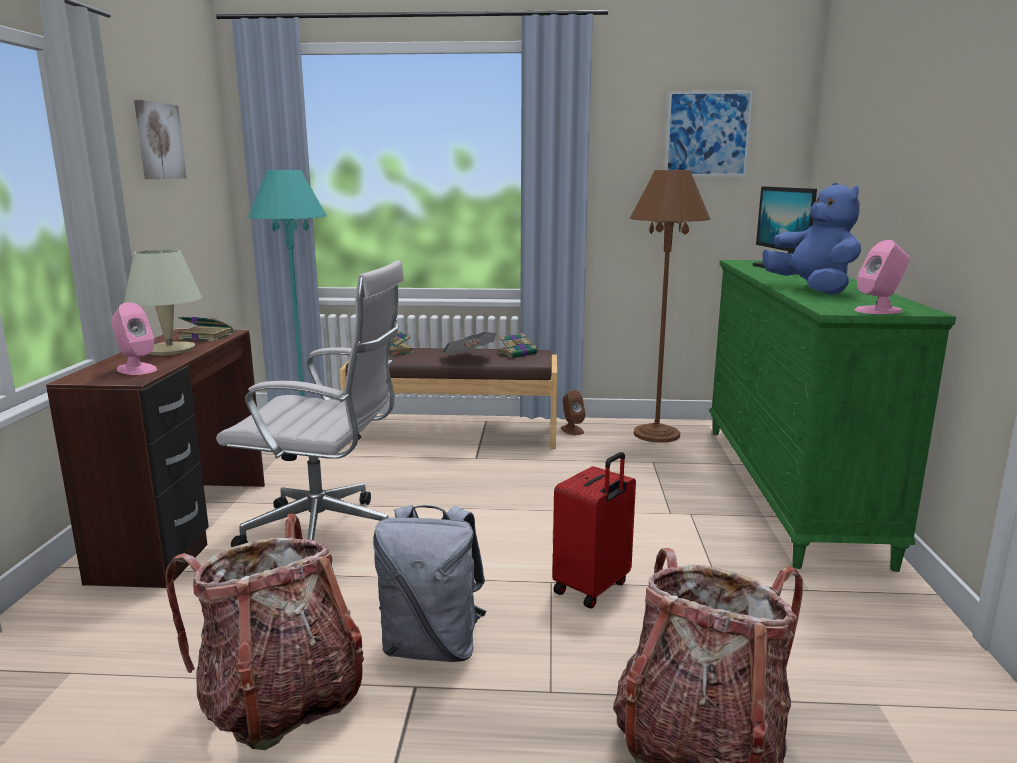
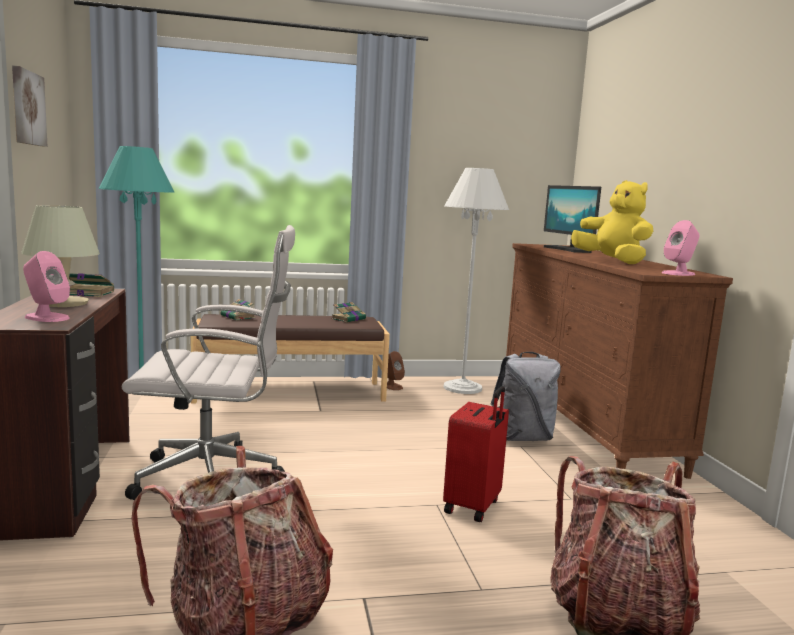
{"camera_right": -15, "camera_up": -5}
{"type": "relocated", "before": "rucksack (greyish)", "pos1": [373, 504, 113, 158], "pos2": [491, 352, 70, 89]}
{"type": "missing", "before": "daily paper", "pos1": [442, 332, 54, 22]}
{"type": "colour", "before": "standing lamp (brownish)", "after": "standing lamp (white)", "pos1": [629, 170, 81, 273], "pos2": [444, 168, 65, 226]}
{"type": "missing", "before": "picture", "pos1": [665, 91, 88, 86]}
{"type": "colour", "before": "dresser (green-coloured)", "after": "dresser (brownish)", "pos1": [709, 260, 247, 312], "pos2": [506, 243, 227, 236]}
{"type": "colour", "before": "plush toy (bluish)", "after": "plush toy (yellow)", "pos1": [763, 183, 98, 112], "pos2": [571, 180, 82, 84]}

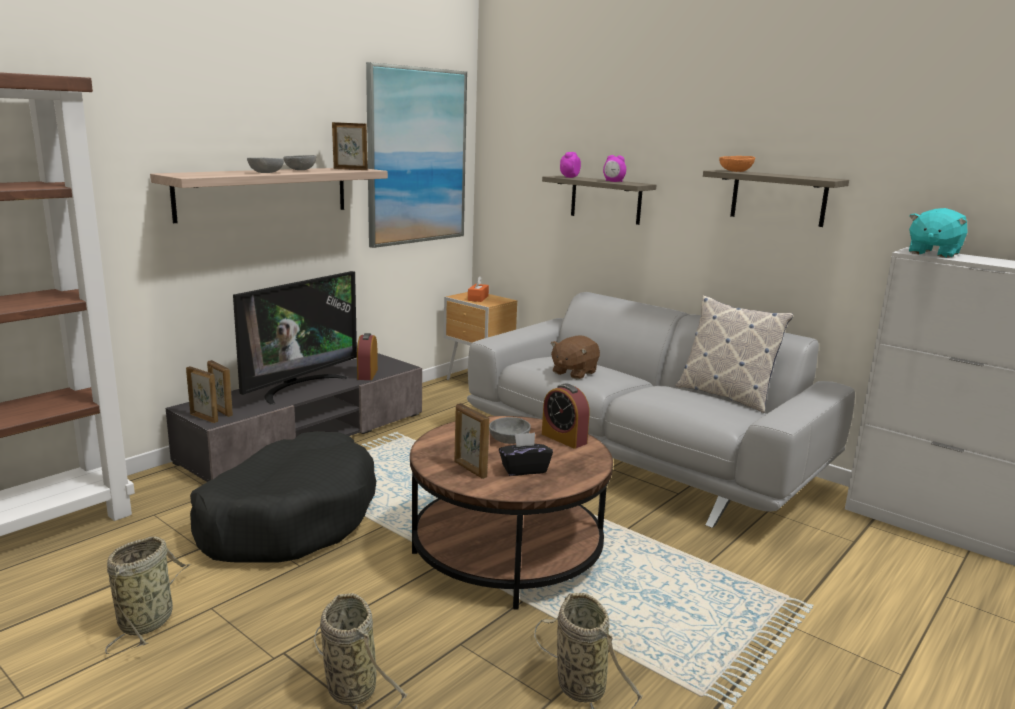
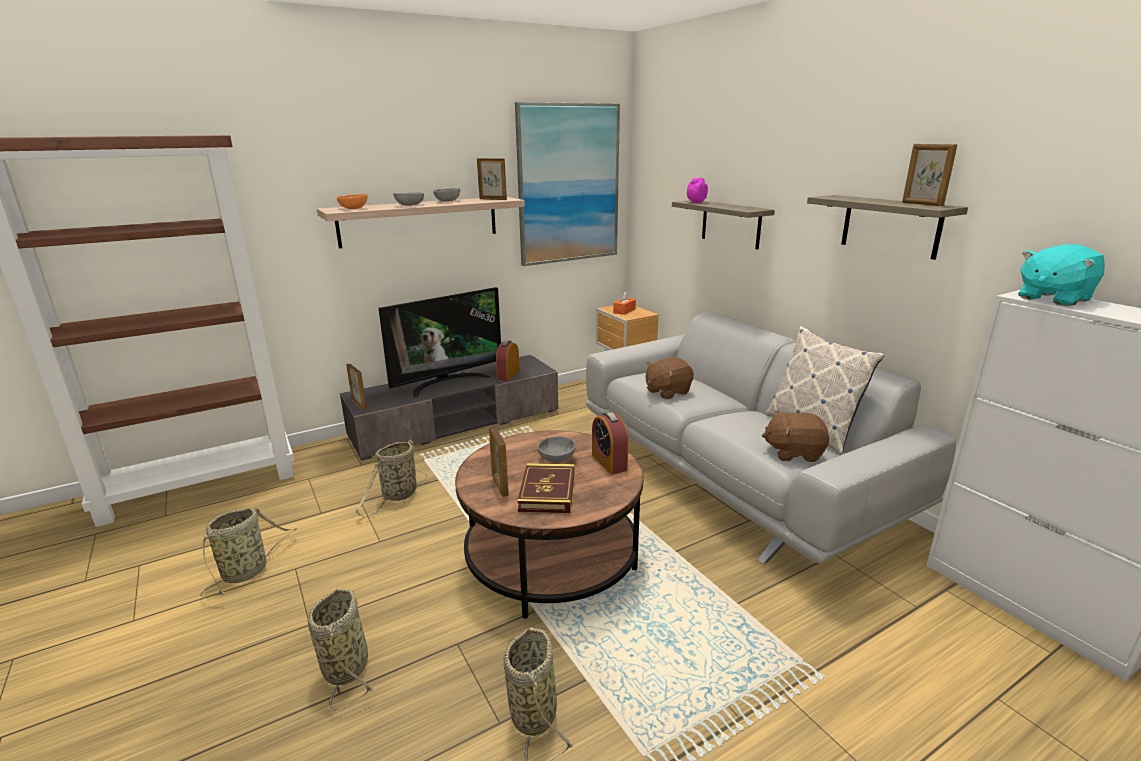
{"camera_right": 20, "camera_up": 5}
{"type": "exchanged", "before": "dog cushion (black)", "after": "basket", "pos1": [190, 431, 186, 131], "pos2": [355, 439, 73, 78]}
{"type": "relocated", "before": "picture frame", "pos1": [207, 360, 26, 57], "pos2": [902, 144, 55, 62]}
{"type": "exchanged", "before": "tissue box (black)", "after": "volume", "pos1": [499, 433, 54, 43], "pos2": [517, 463, 57, 50]}
{"type": "missing", "before": "table clock", "pos1": [603, 155, 23, 27]}
{"type": "relocated", "before": "deep dish (orange-coloured)", "pos1": [719, 156, 36, 16], "pos2": [337, 194, 30, 15]}
{"type": "appeared", "after": "plush toy (brownish)", "pos2": [762, 410, 67, 52]}

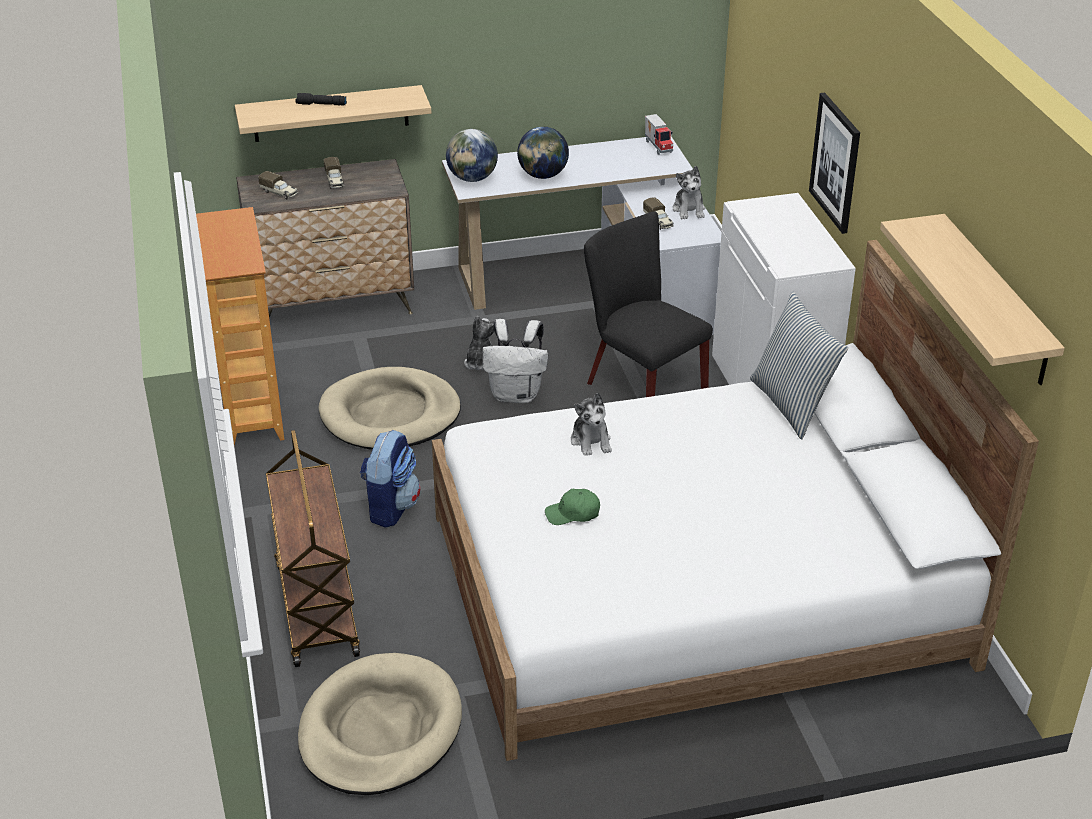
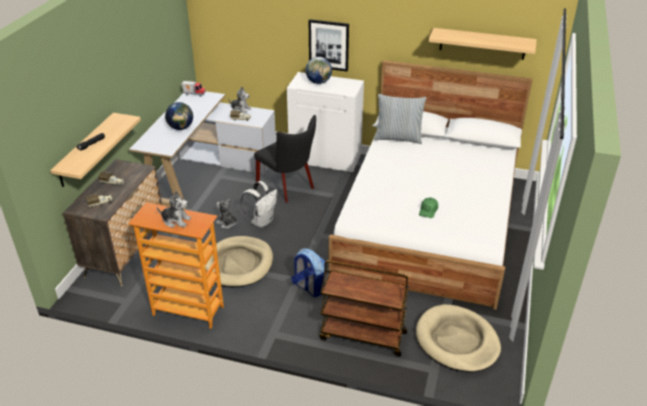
{"camera_right": -60, "camera_up": 0}
{"type": "relocated", "before": "globe", "pos1": [446, 129, 52, 53], "pos2": [306, 57, 26, 27]}
{"type": "relocated", "before": "plush toy", "pos1": [571, 393, 41, 63], "pos2": [157, 191, 34, 37]}
{"type": "spun", "before": "plain chair (black)", "pos1": [584, 211, 129, 186], "pos2": [254, 115, 62, 88], "turn": -120}

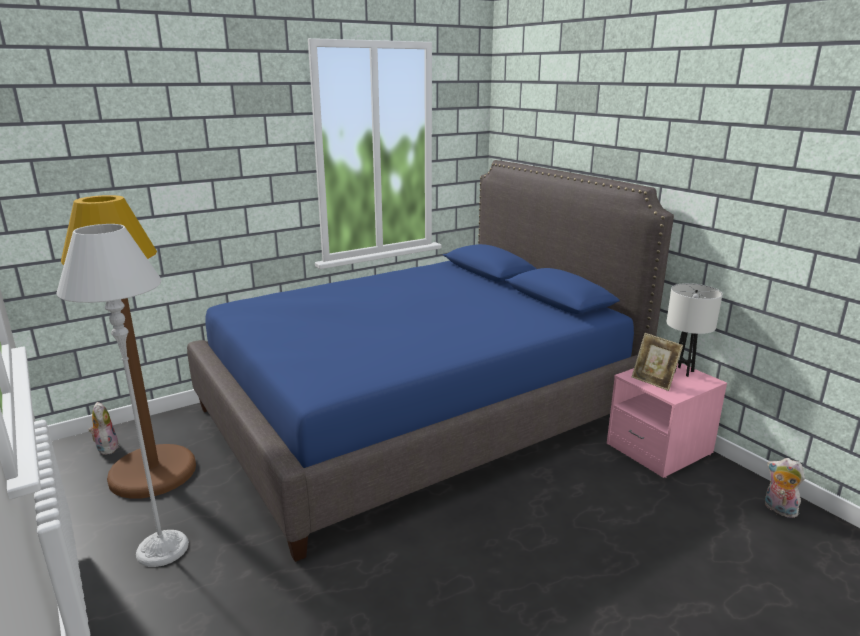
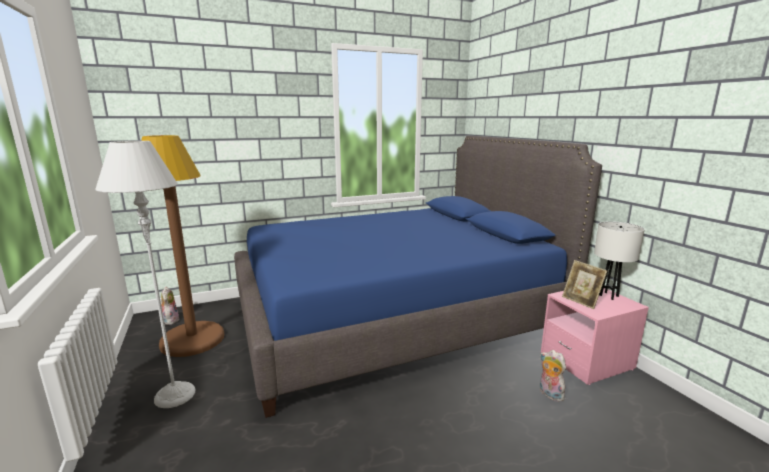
{"camera_right": 10, "camera_up": -5}
{"type": "relocated", "before": "plush toy", "pos1": [765, 458, 40, 60], "pos2": [540, 350, 27, 52]}

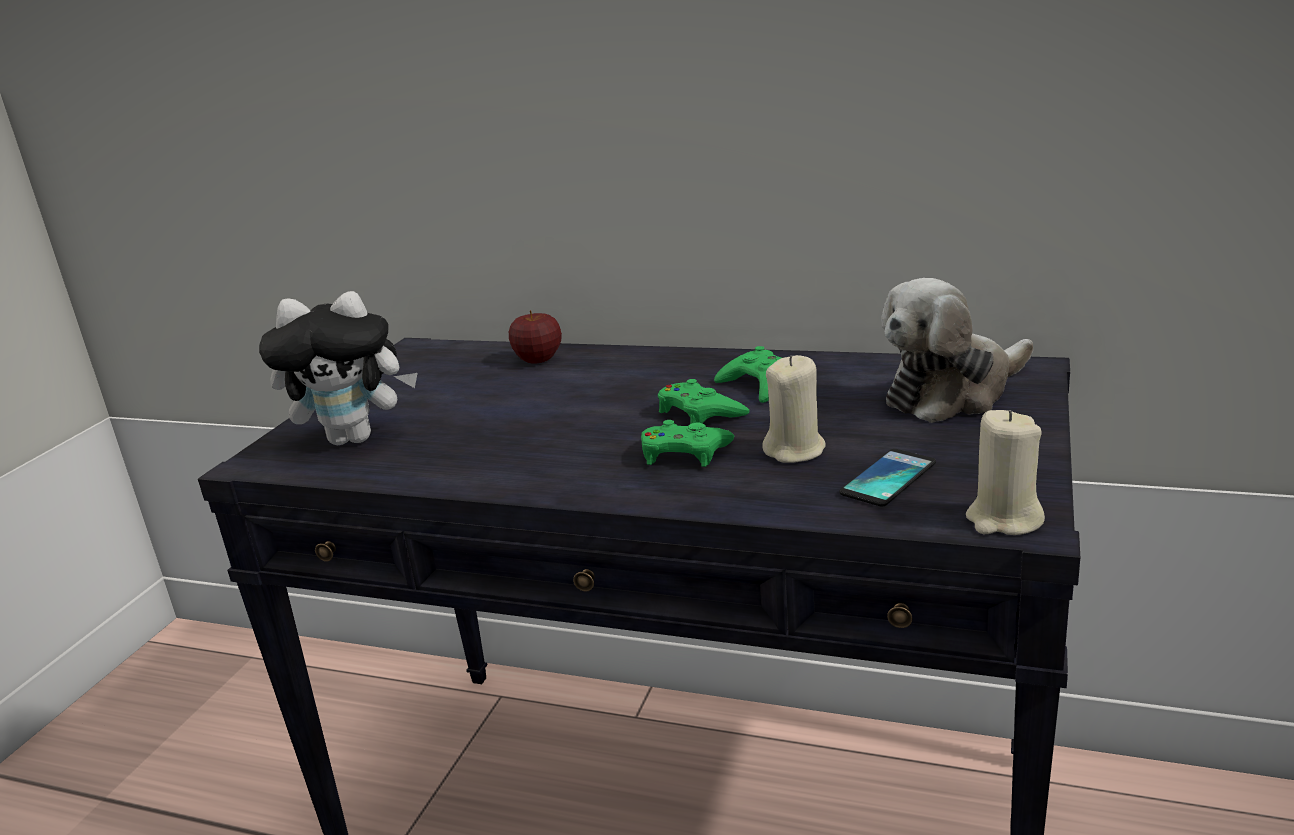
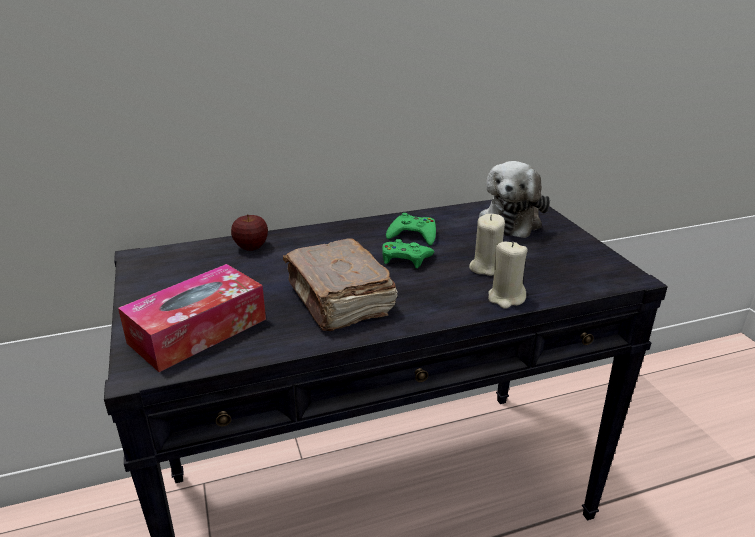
{"camera_right": -40, "camera_up": 5}
{"type": "exchanged", "before": "plush toy", "after": "tissue box", "pos1": [259, 291, 158, 154], "pos2": [118, 264, 148, 108]}
{"type": "missing", "before": "joypad (green-coloured)", "pos1": [641, 420, 94, 47]}
{"type": "missing", "before": "handset", "pos1": [839, 449, 97, 58]}
{"type": "relocated", "before": "wax light (sand-coloured)", "pos1": [966, 410, 79, 125], "pos2": [488, 241, 40, 68]}
{"type": "appeared", "after": "volume (brownish)", "pos2": [283, 239, 115, 92]}

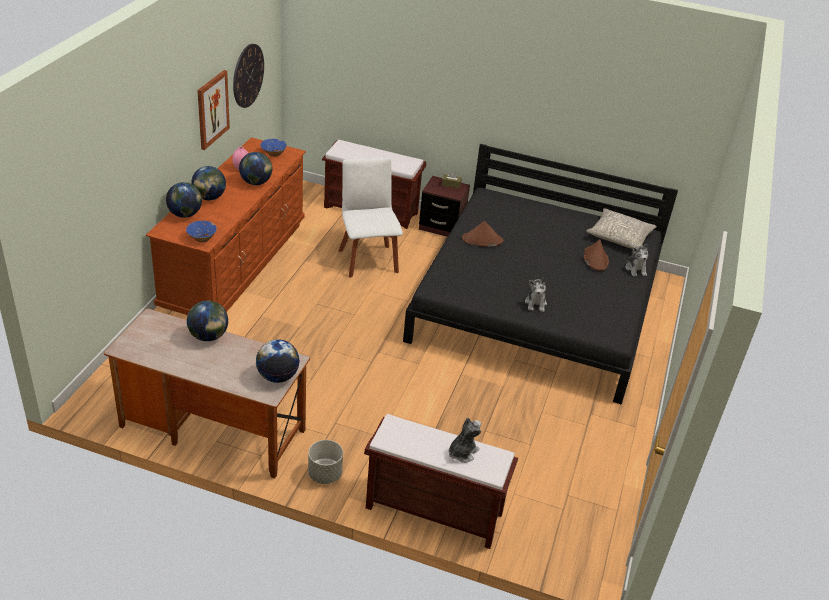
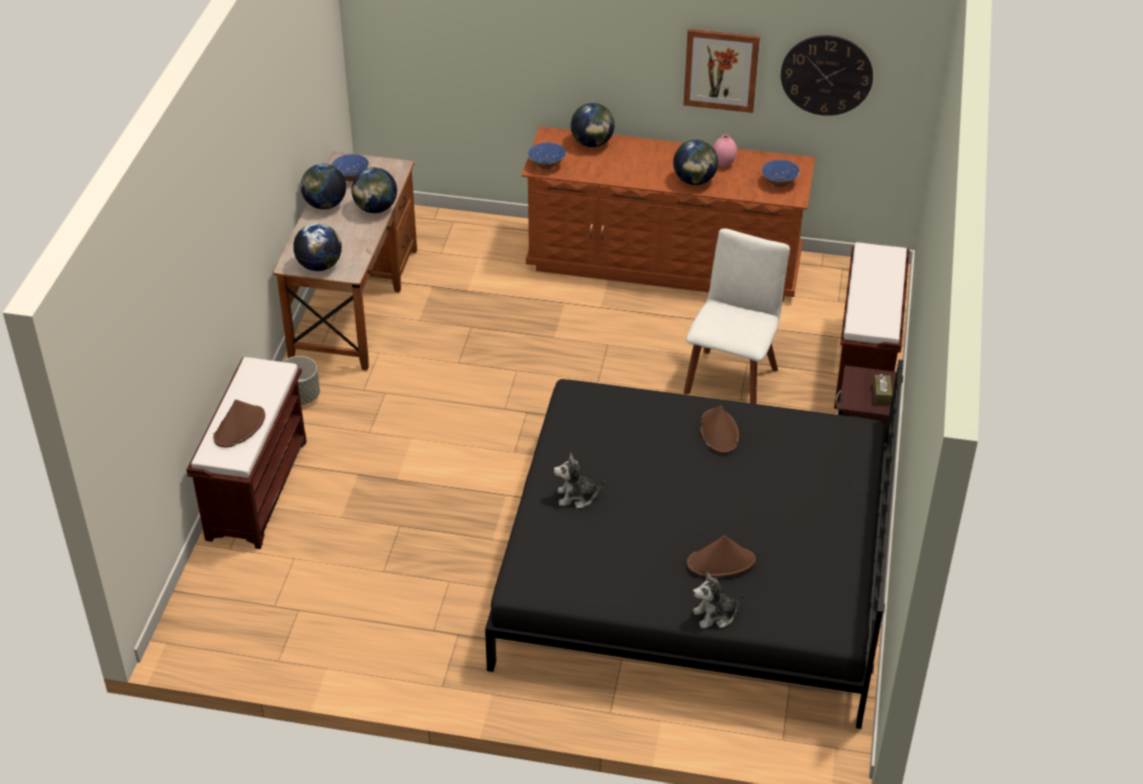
{"camera_right": 85, "camera_up": 5}
{"type": "relocated", "before": "globe", "pos1": [191, 166, 35, 34], "pos2": [300, 164, 46, 45]}
{"type": "spun", "before": "plain chair (white)", "pos1": [339, 158, 64, 120], "pos2": [684, 228, 106, 176], "turn": -45}
{"type": "exchanged", "before": "plush toy", "after": "wearable hat (brownish)", "pos1": [448, 418, 33, 45], "pos2": [213, 400, 52, 47]}
{"type": "missing", "before": "throw pillow (greyish)", "pos1": [586, 208, 71, 41]}
{"type": "appeared", "after": "deep dish (bluish)", "pos2": [332, 154, 37, 27]}

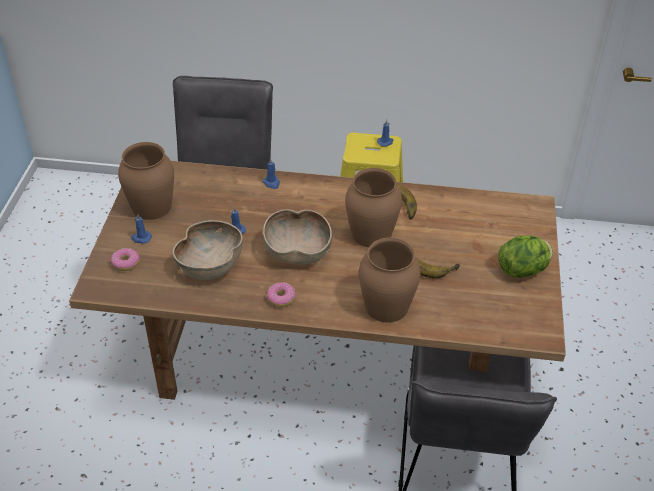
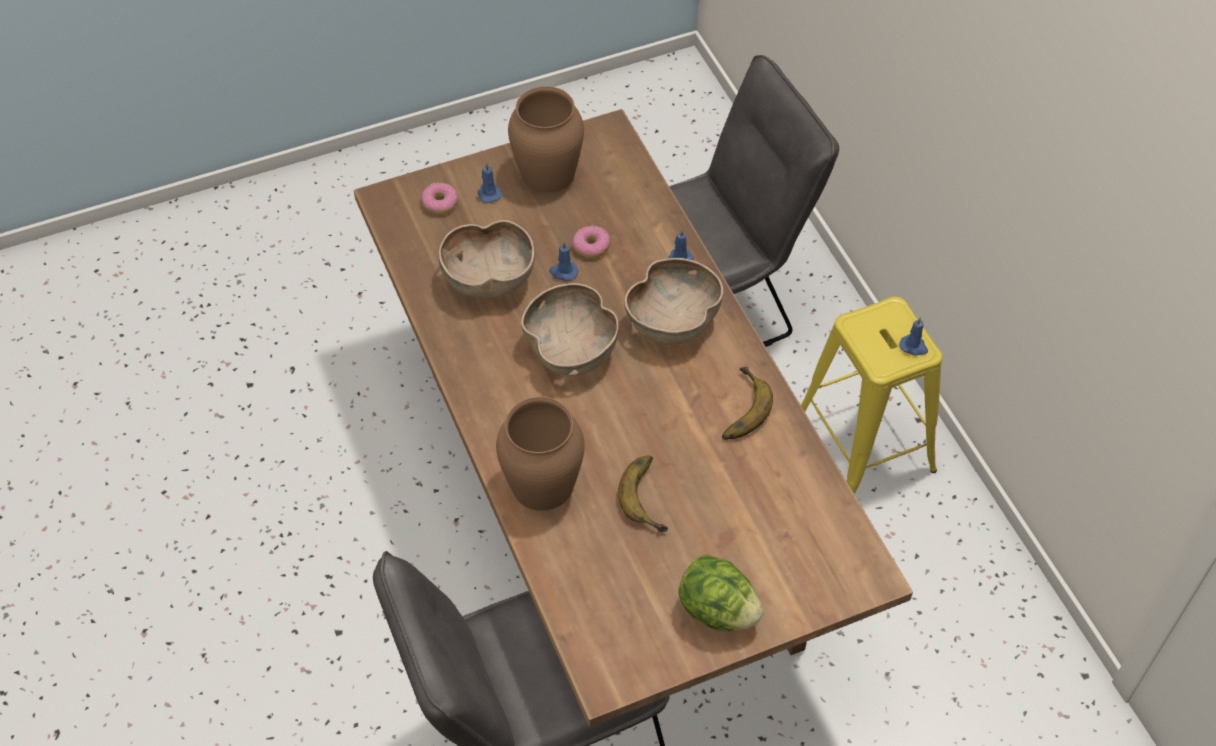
{"camera_right": 60, "camera_up": 10}
{"type": "relocated", "before": "donut", "pos1": [267, 282, 29, 25], "pos2": [572, 226, 39, 32]}
{"type": "missing", "before": "flower vase (brownish)", "pos1": [345, 168, 57, 79]}
{"type": "appeared", "after": "deep dish (brownish)", "pos2": [624, 258, 100, 87]}

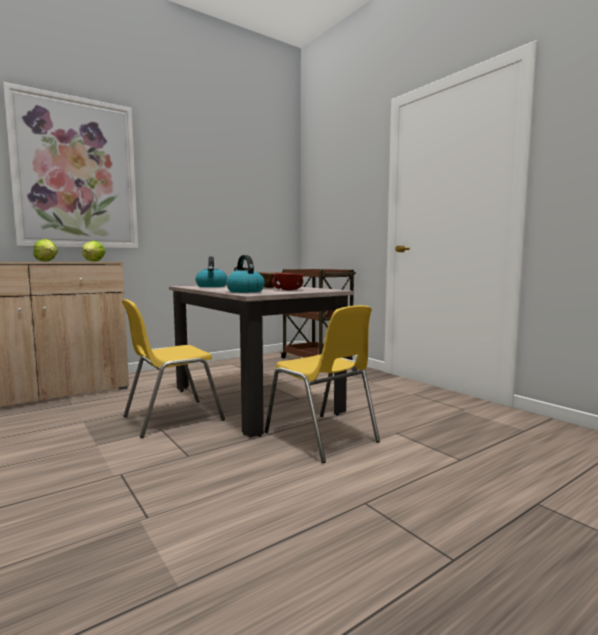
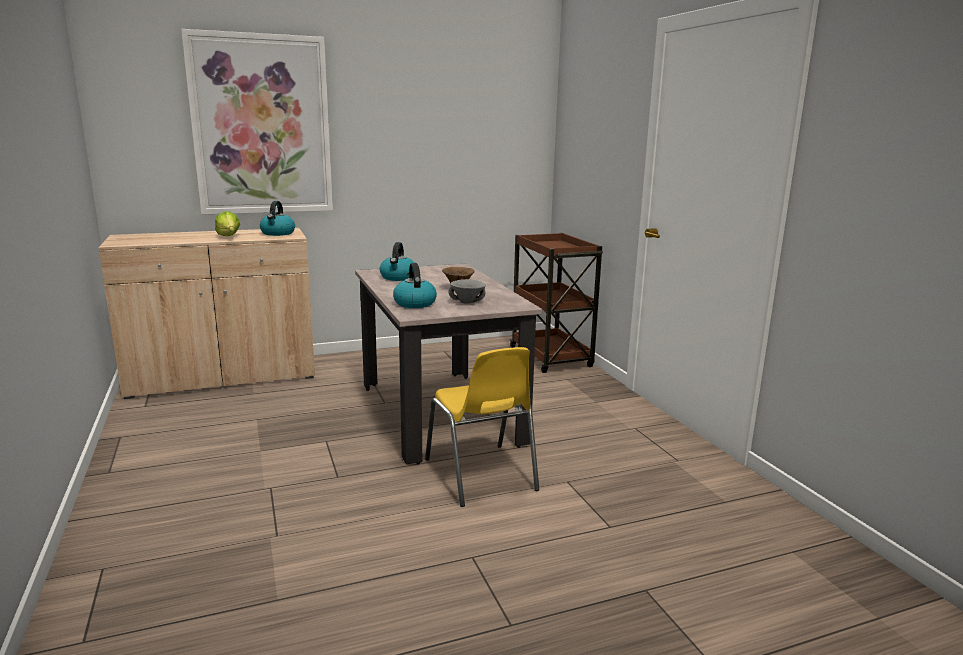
{"camera_right": 15, "camera_up": 10}
{"type": "exchanged", "before": "lettuce head", "after": "water kettle", "pos1": [82, 241, 23, 21], "pos2": [260, 201, 35, 35]}
{"type": "missing", "before": "plain chair (yellow)", "pos1": [122, 299, 103, 139]}
{"type": "colour", "before": "deep dish (reddish)", "after": "deep dish (greyish)", "pos1": [272, 273, 32, 18], "pos2": [448, 279, 38, 25]}

